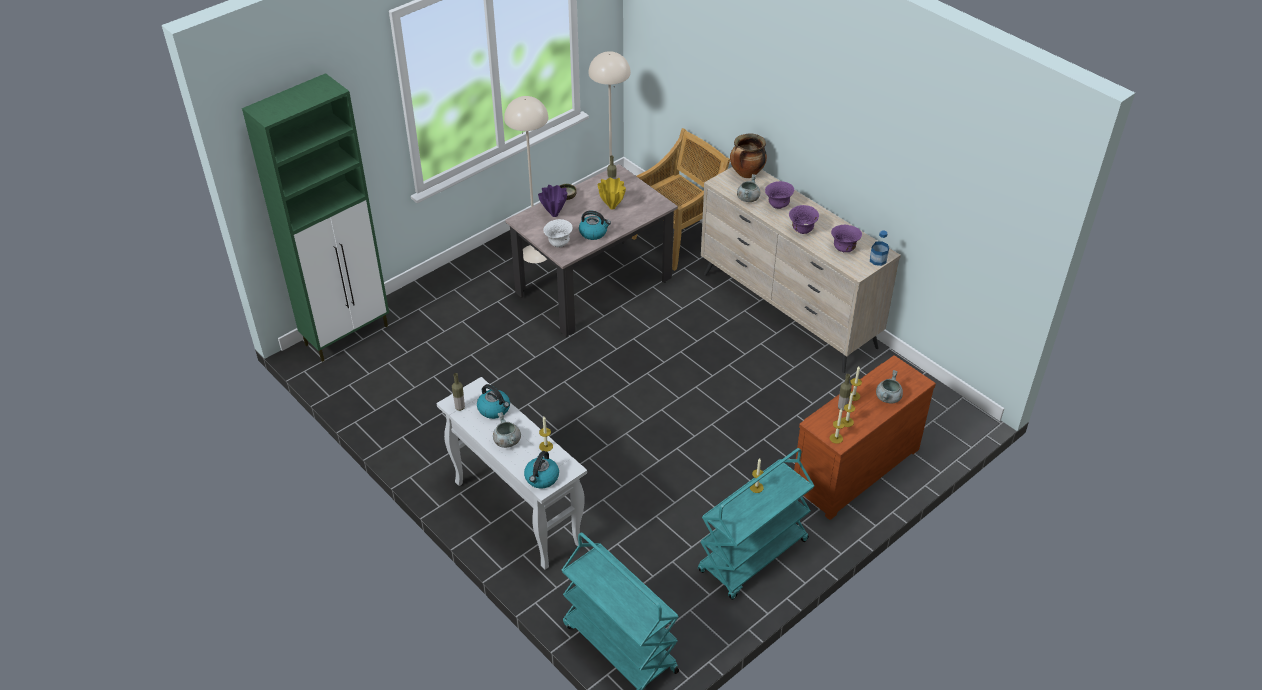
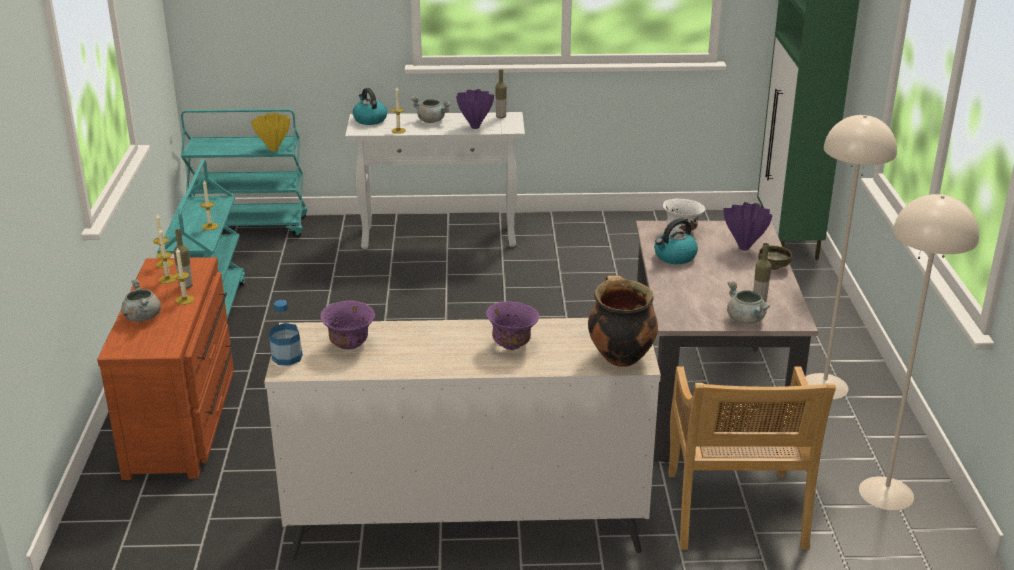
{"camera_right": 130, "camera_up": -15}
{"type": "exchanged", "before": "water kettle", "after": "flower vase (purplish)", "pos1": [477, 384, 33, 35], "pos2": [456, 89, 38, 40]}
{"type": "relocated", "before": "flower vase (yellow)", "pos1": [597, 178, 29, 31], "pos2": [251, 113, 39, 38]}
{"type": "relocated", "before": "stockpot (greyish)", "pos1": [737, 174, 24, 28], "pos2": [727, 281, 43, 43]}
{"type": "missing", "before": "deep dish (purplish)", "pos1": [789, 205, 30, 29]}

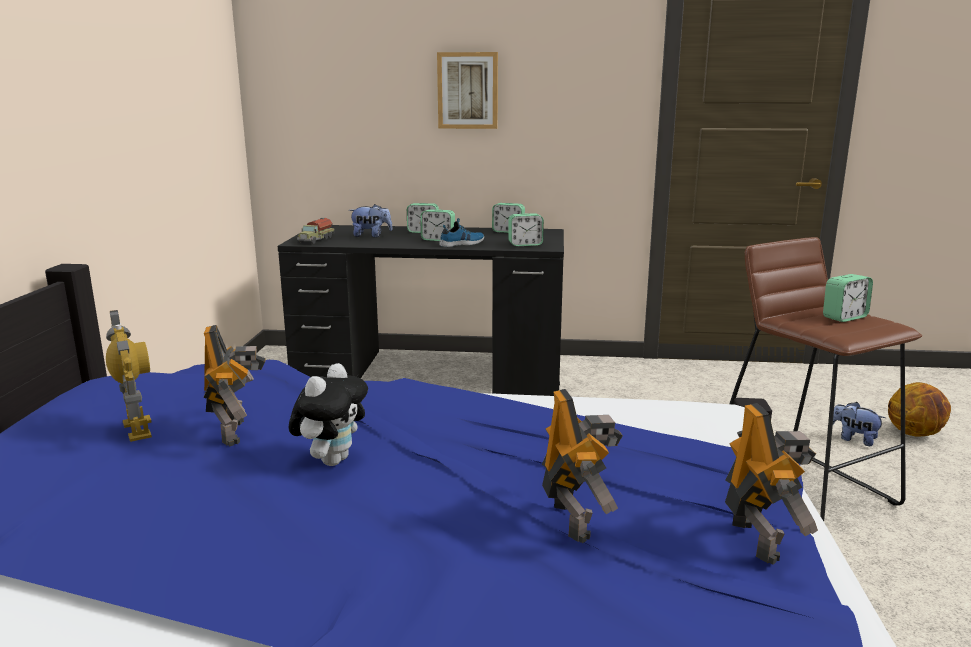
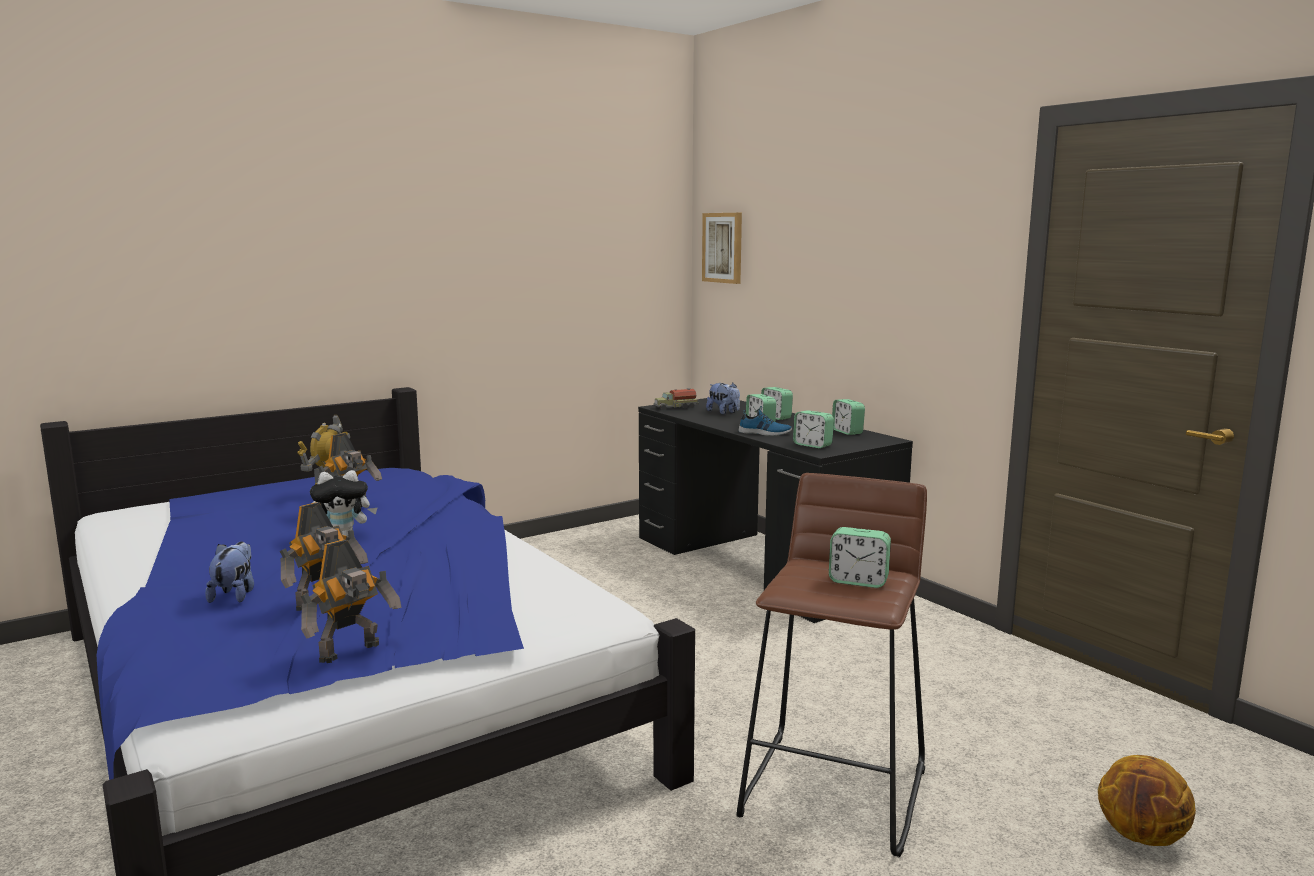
{"camera_right": 50, "camera_up": -5}
{"type": "relocated", "before": "picture", "pos1": [437, 52, 61, 77], "pos2": [702, 213, 40, 71]}
{"type": "relocated", "before": "plush toy", "pos1": [833, 402, 53, 44], "pos2": [205, 541, 49, 62]}

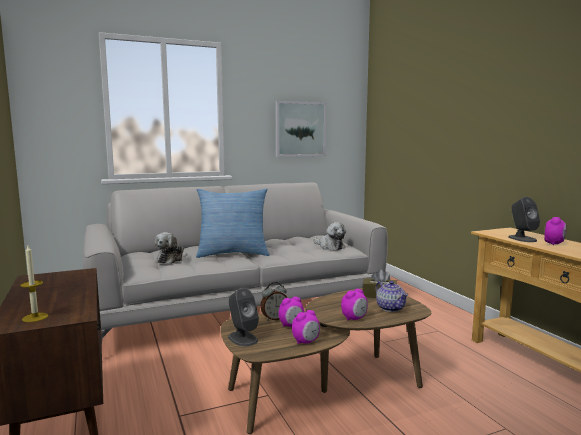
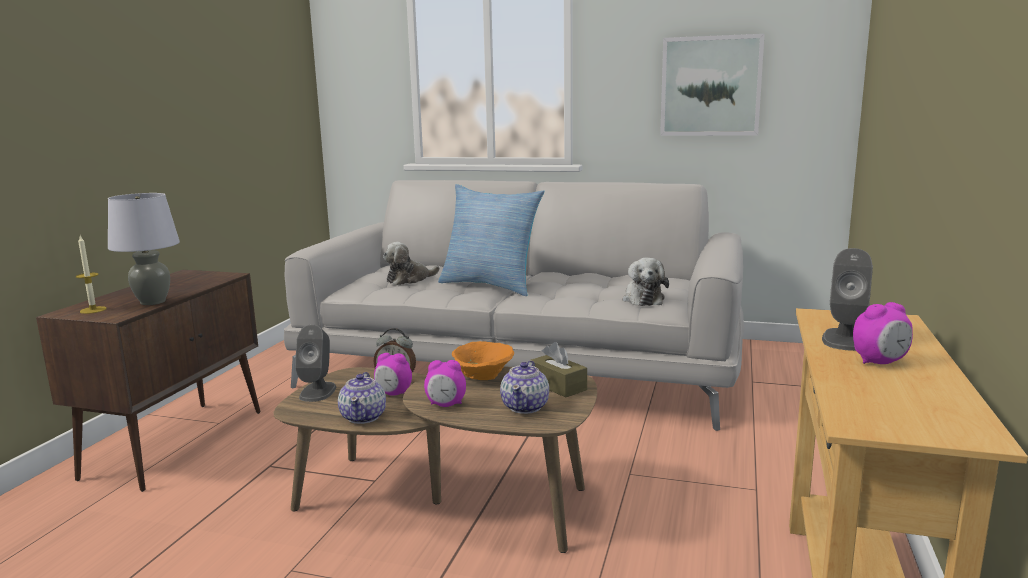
{"camera_right": 40, "camera_up": 5}
{"type": "exchanged", "before": "table clock", "after": "tea pot", "pos1": [292, 310, 28, 34], "pos2": [338, 372, 48, 52]}
{"type": "appeared", "after": "tabletop lamp (greyish)", "pos2": [108, 193, 72, 112]}
{"type": "appeared", "after": "deep dish (orange-coloured)", "pos2": [452, 341, 62, 39]}

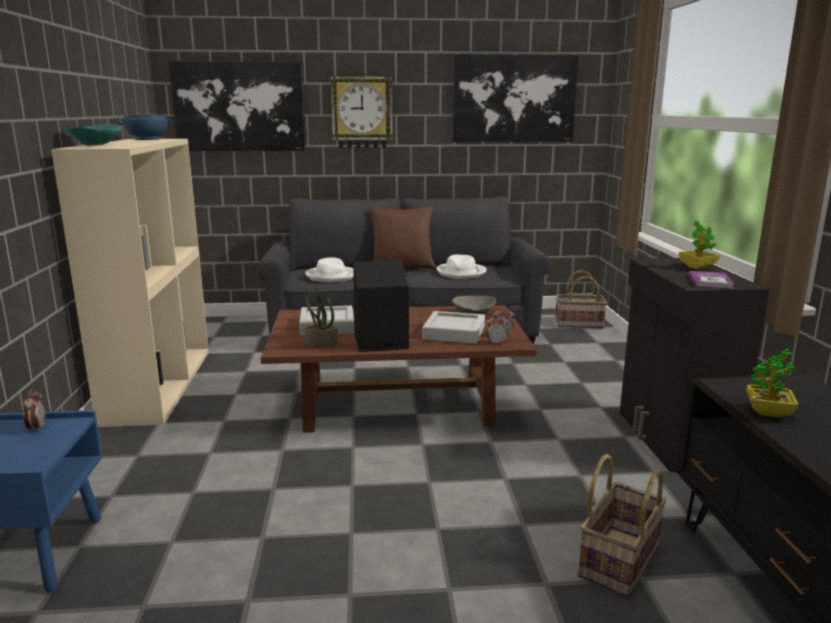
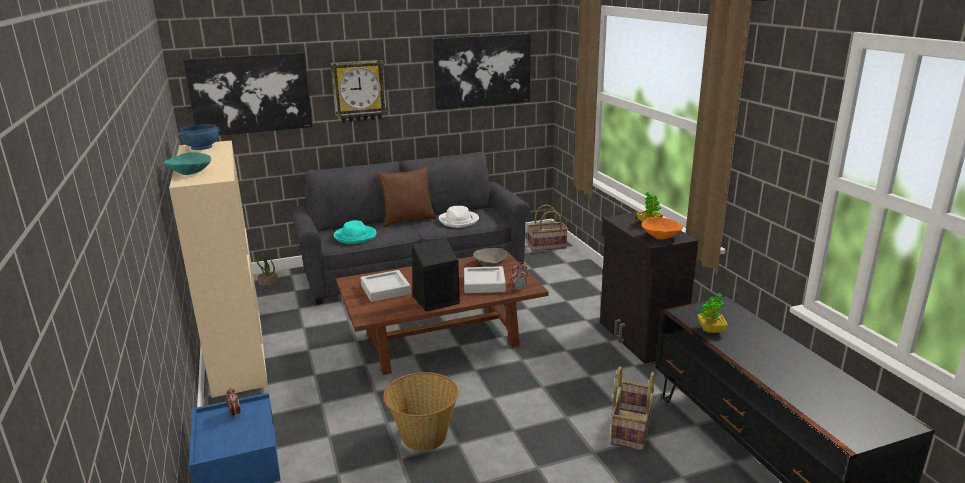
{"camera_right": -15, "camera_up": 5}
{"type": "colour", "before": "wearable hat (white)", "after": "wearable hat (turquoise-coloured)", "pos1": [305, 257, 49, 25], "pos2": [333, 220, 43, 24]}
{"type": "relocated", "before": "houseplant", "pos1": [305, 285, 33, 62], "pos2": [256, 252, 22, 34]}
{"type": "exchanged", "before": "volume", "after": "deep dish (orange-coloured)", "pos1": [689, 271, 45, 18], "pos2": [642, 217, 41, 22]}
{"type": "appeared", "after": "basket", "pos2": [383, 372, 76, 79]}

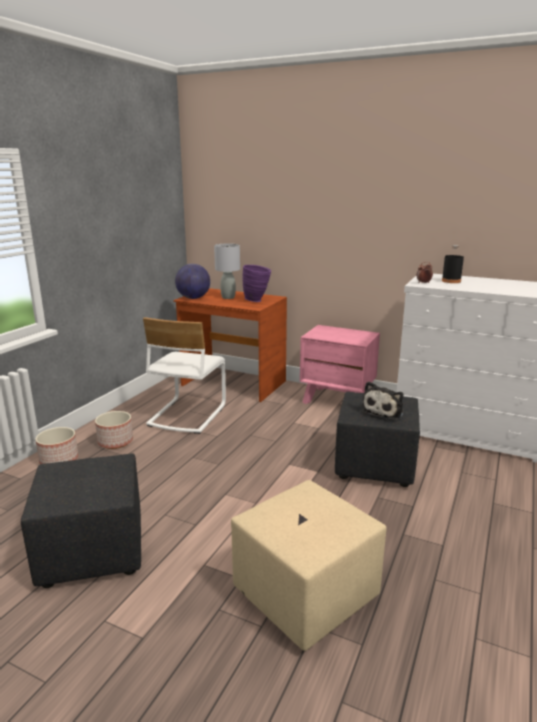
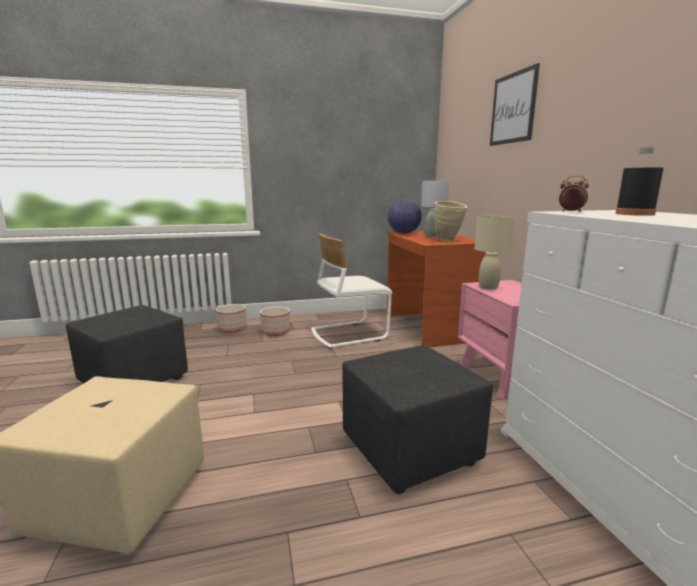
{"camera_right": 50, "camera_up": -5}
{"type": "colour", "before": "flower vase (purplish)", "after": "flower vase (sand-coloured)", "pos1": [242, 265, 29, 37], "pos2": [434, 201, 34, 40]}
{"type": "missing", "before": "plush toy", "pos1": [361, 381, 43, 39]}
{"type": "appeared", "after": "tabletop lamp (sand-coloured)", "pos2": [474, 216, 40, 74]}
{"type": "appeared", "after": "picture", "pos2": [490, 63, 50, 83]}

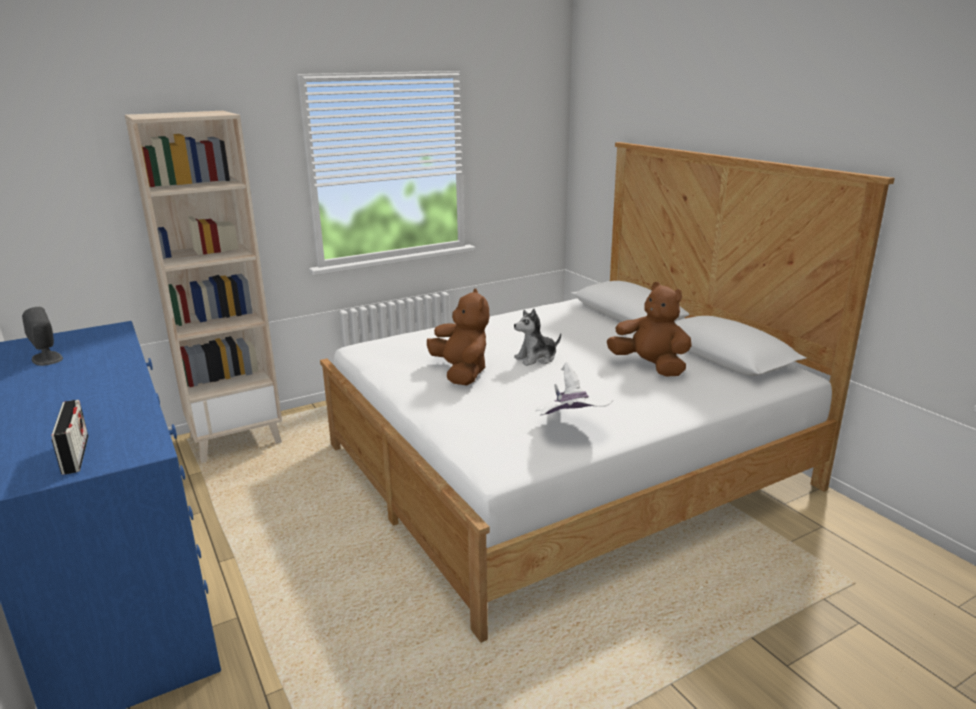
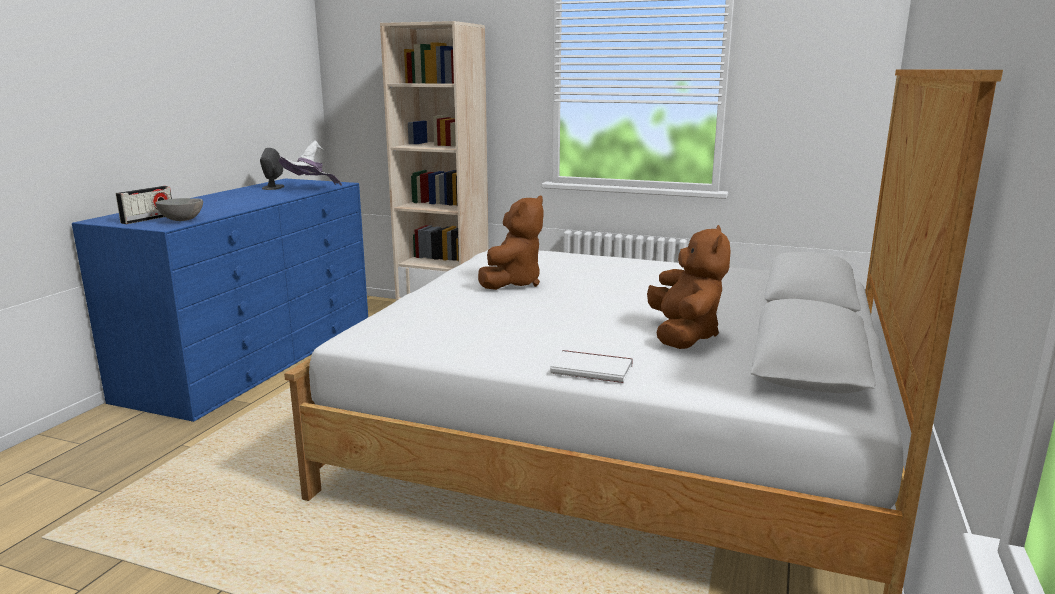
{"camera_right": 50, "camera_up": -5}
{"type": "missing", "before": "plush toy", "pos1": [514, 309, 47, 57]}
{"type": "relocated", "before": "wearable hat (white)", "pos1": [535, 362, 78, 53], "pos2": [278, 140, 64, 46]}
{"type": "appeared", "after": "deep dish (greyish)", "pos2": [155, 198, 48, 23]}
{"type": "appeared", "after": "volume (white)", "pos2": [551, 348, 82, 35]}

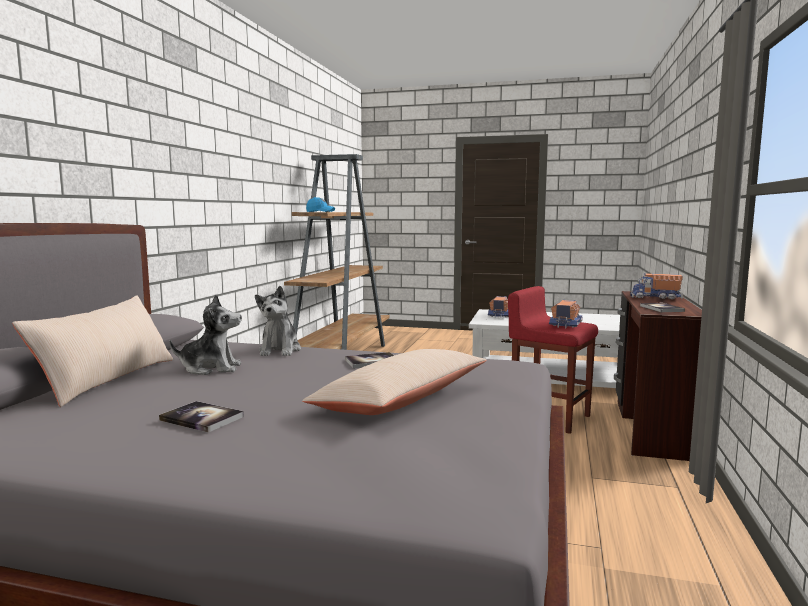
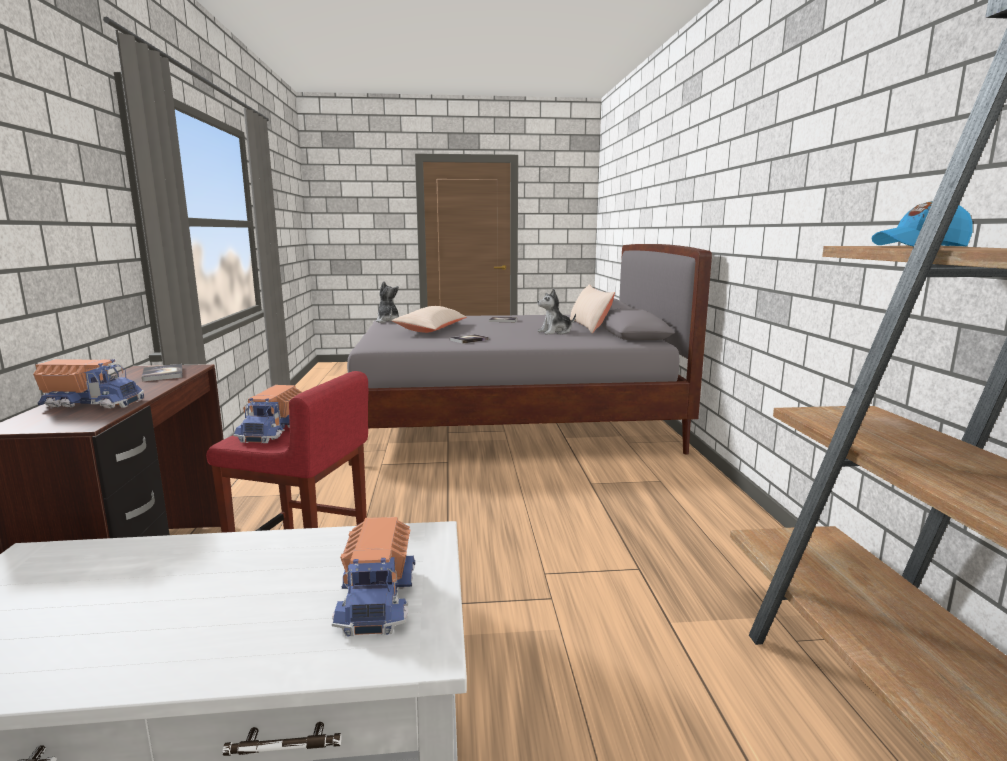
{"camera_right": 160, "camera_up": 5}
{"type": "relocated", "before": "plush toy", "pos1": [255, 286, 46, 70], "pos2": [376, 281, 23, 42]}

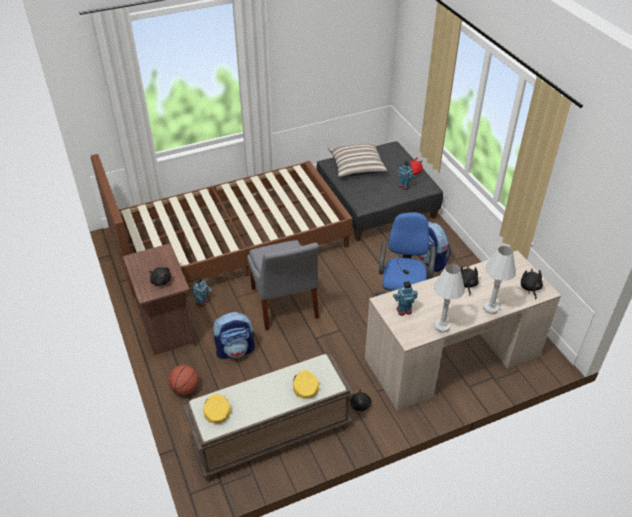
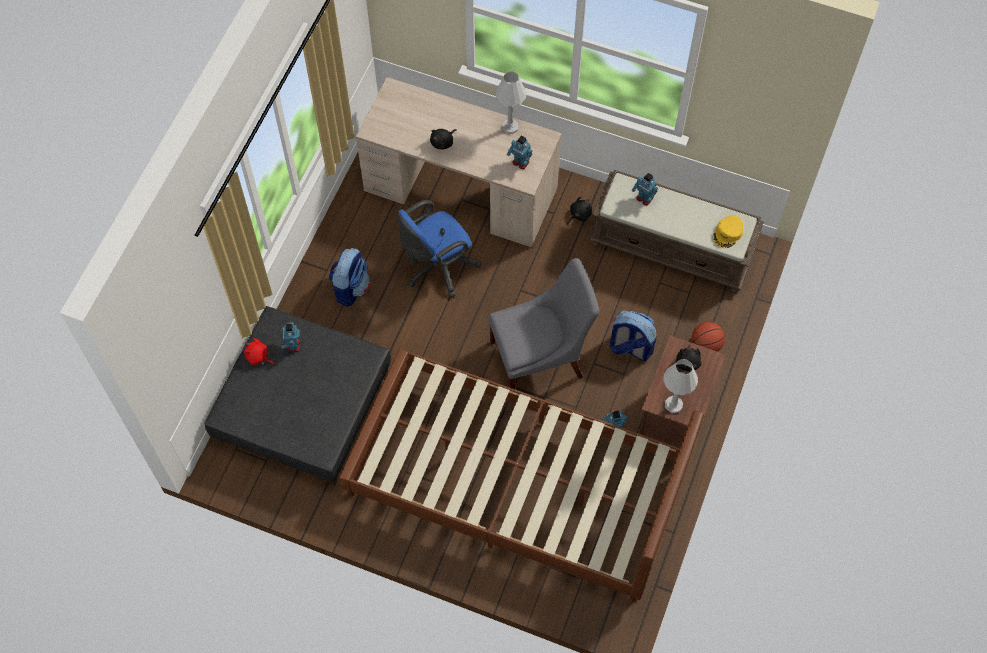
{"camera_right": -135, "camera_up": 20}
{"type": "spun", "before": "plain chair (greyish)", "pos1": [247, 240, 72, 91], "pos2": [488, 258, 112, 131], "turn": 45}
{"type": "exchanged", "before": "peaked cap (yellow)", "after": "model robot", "pos1": [293, 370, 26, 29], "pos2": [632, 173, 26, 32]}
{"type": "missing", "before": "throw pillow", "pos1": [329, 143, 58, 34]}
{"type": "relocated", "before": "tabletop lamp (white)", "pos1": [483, 246, 33, 69], "pos2": [663, 359, 35, 55]}
{"type": "missing", "before": "plush toy (black)", "pos1": [521, 268, 22, 32]}

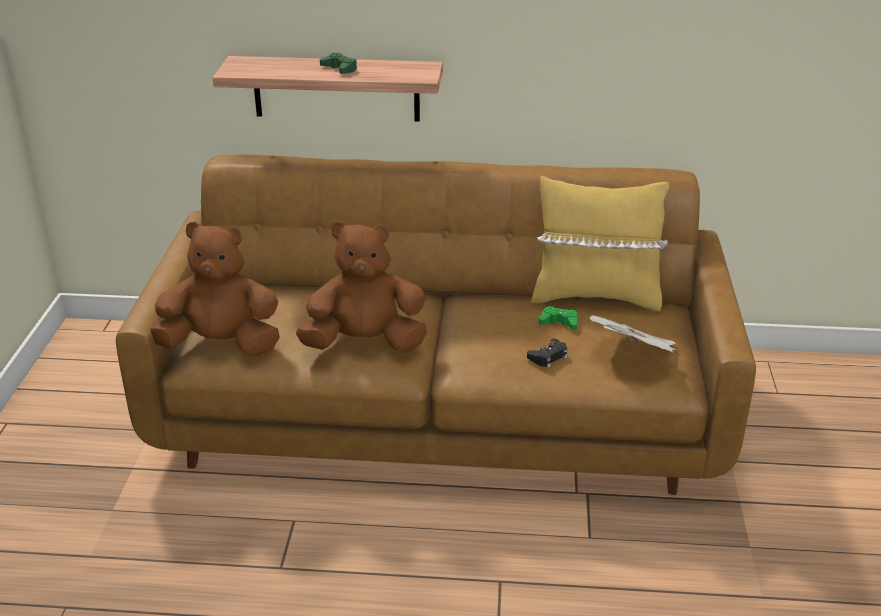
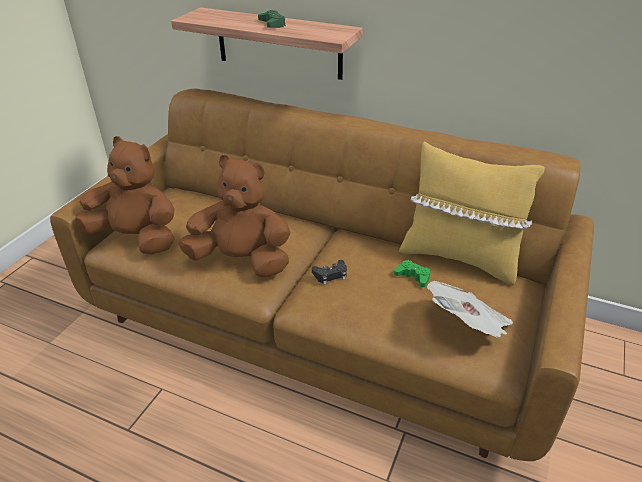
{"camera_right": 20, "camera_up": 5}
{"type": "relocated", "before": "joypad (black)", "pos1": [527, 338, 40, 30], "pos2": [312, 260, 35, 25]}

